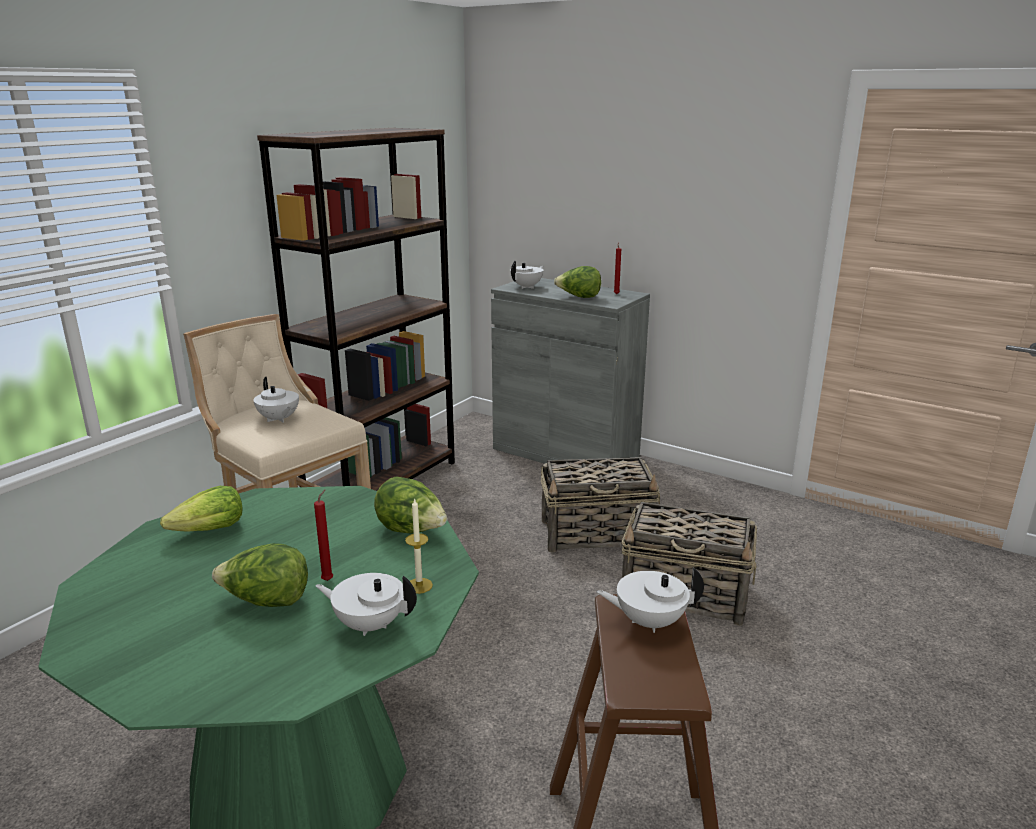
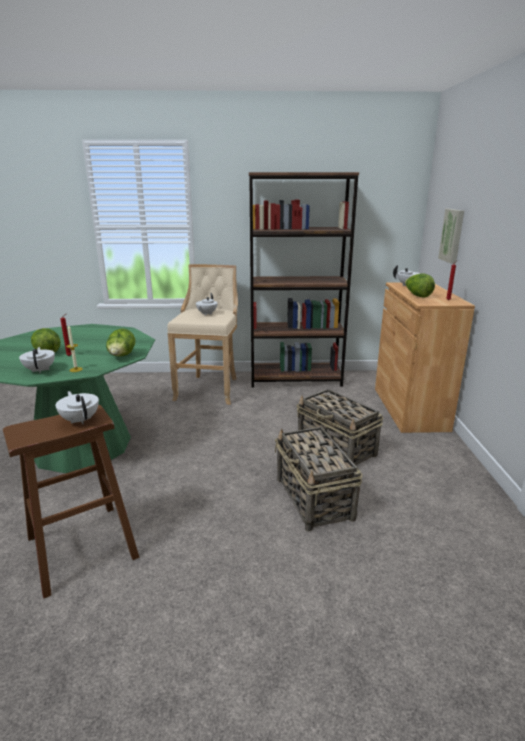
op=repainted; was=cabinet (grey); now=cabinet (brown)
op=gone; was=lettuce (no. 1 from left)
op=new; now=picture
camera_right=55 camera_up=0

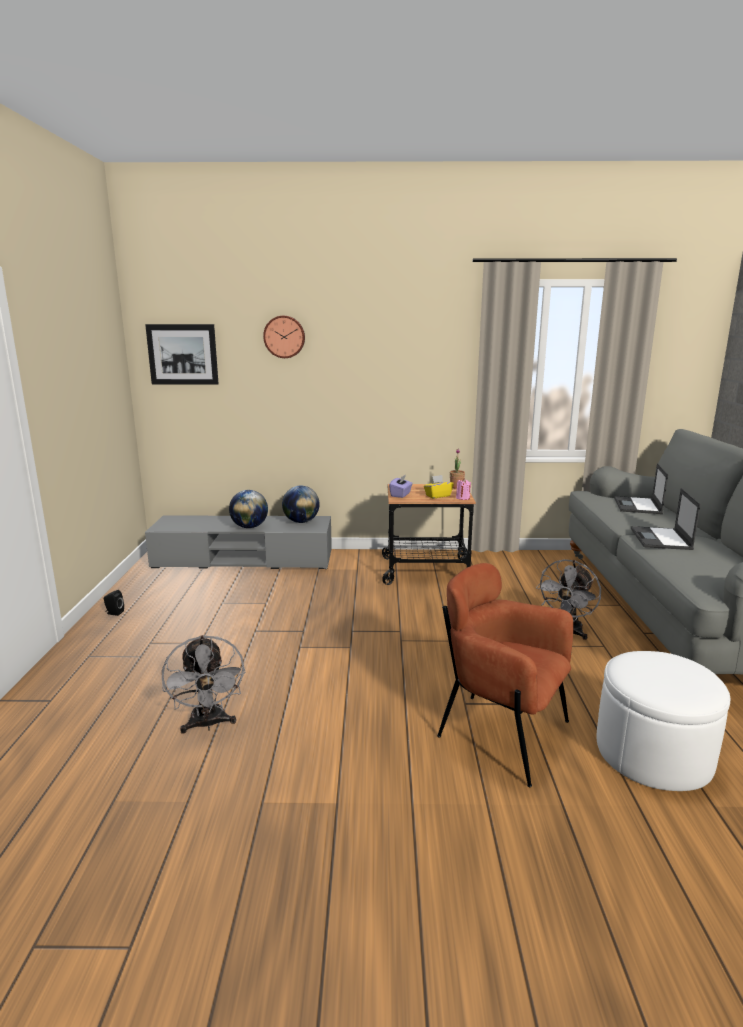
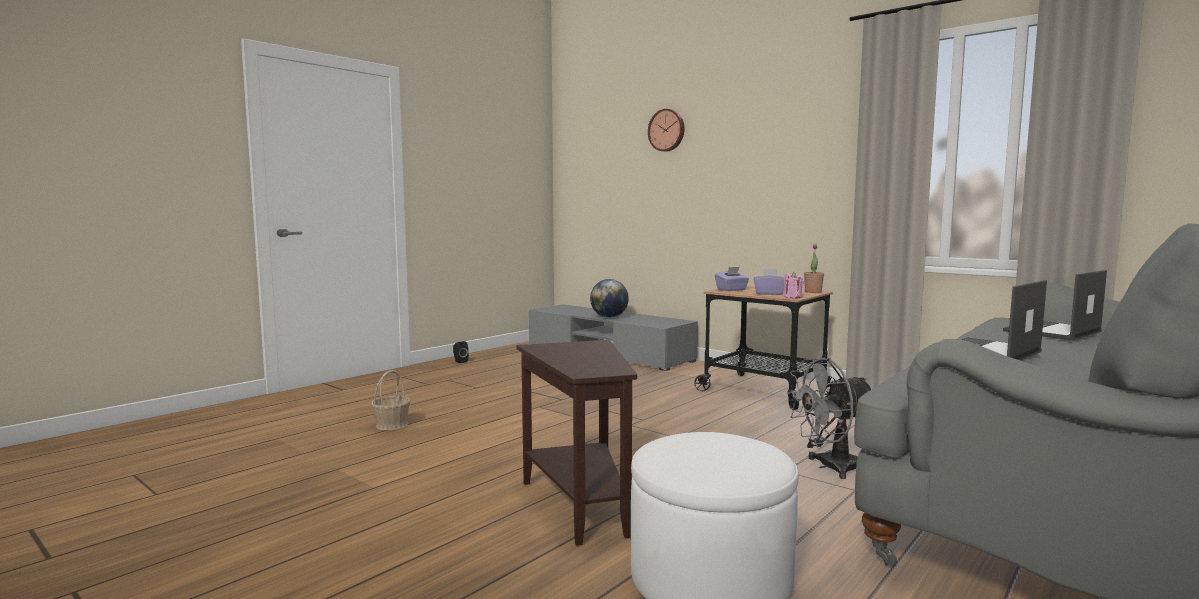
op=gone; was=picture
op=repainted; was=tissue box (yellow); now=tissue box (purple) (no. 2 from left)
op=gone; was=globe (no. 2 from left)
op=swapped; was=armchair (brown); now=side table (brown)
op=swapped; was=fan (grey) (no. 1 from left); now=basket
camera_right=40 camera_up=-10

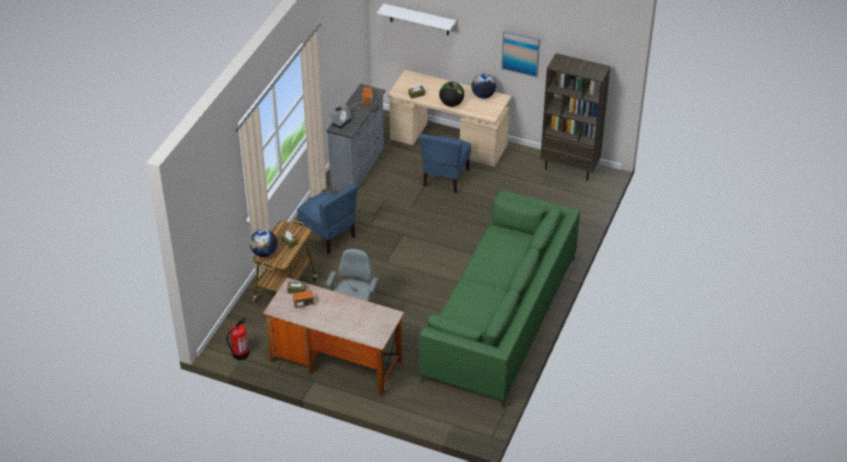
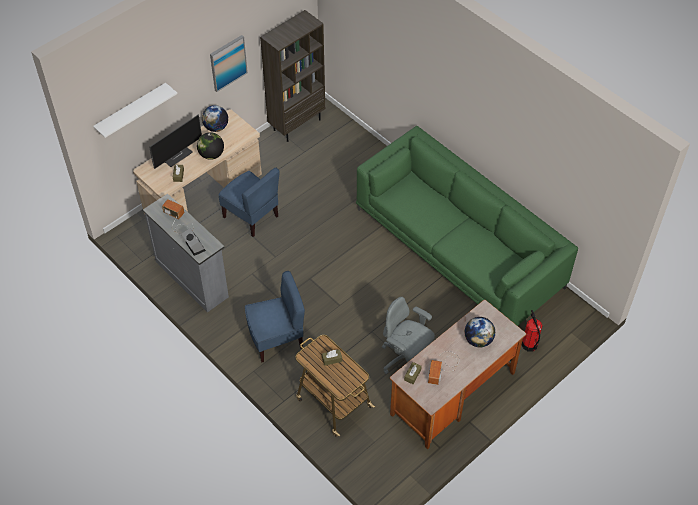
op=shifted; was=globe (no. 1 from left in the first image); now=globe (no. 3 from left)
op=shifted; was=fire extinguisher
op=new; now=monitor
camera_right=-65 camera_up=10

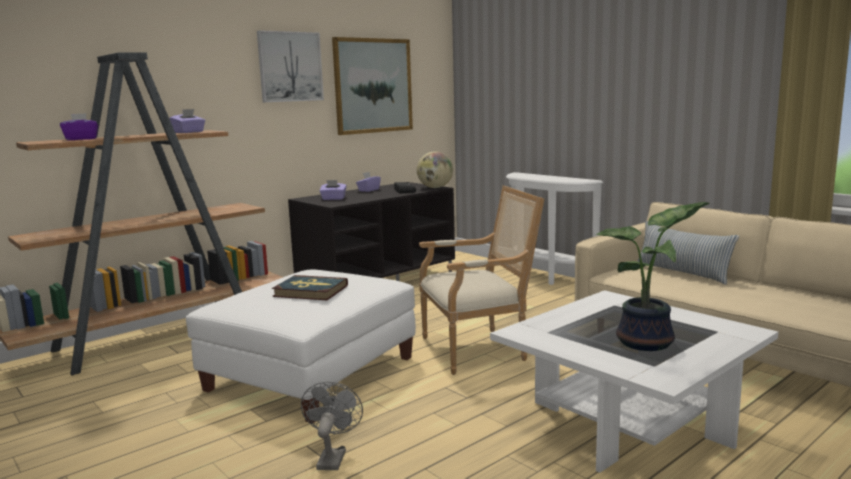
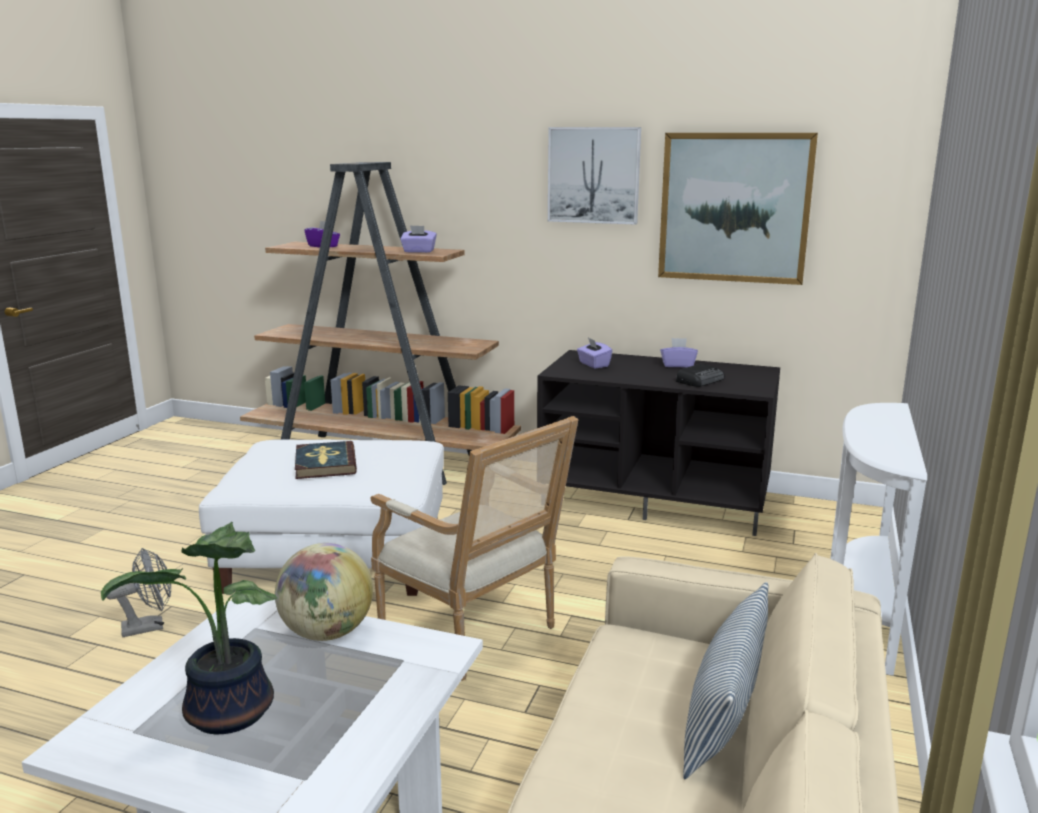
op=shifted; was=globe
camera_right=60 camera_up=5

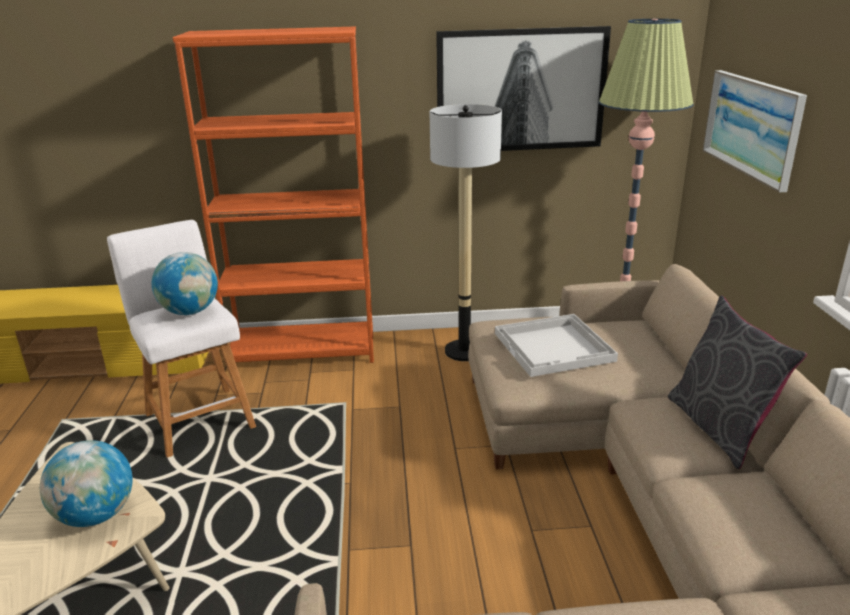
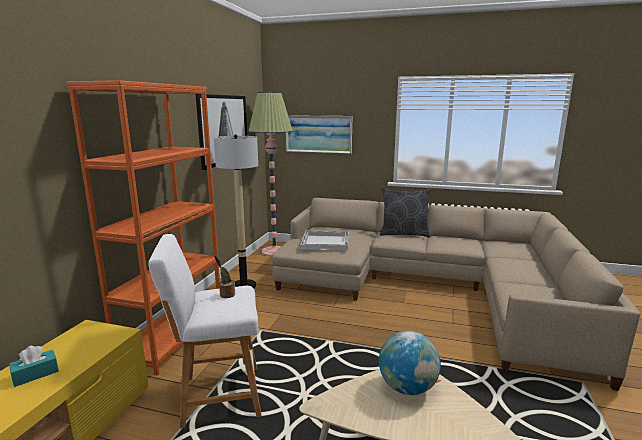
op=swapped; was=globe (no. 2 from left); now=potted plant
op=new; now=tissue box (turquoise)
camera_right=-70 camera_up=-10

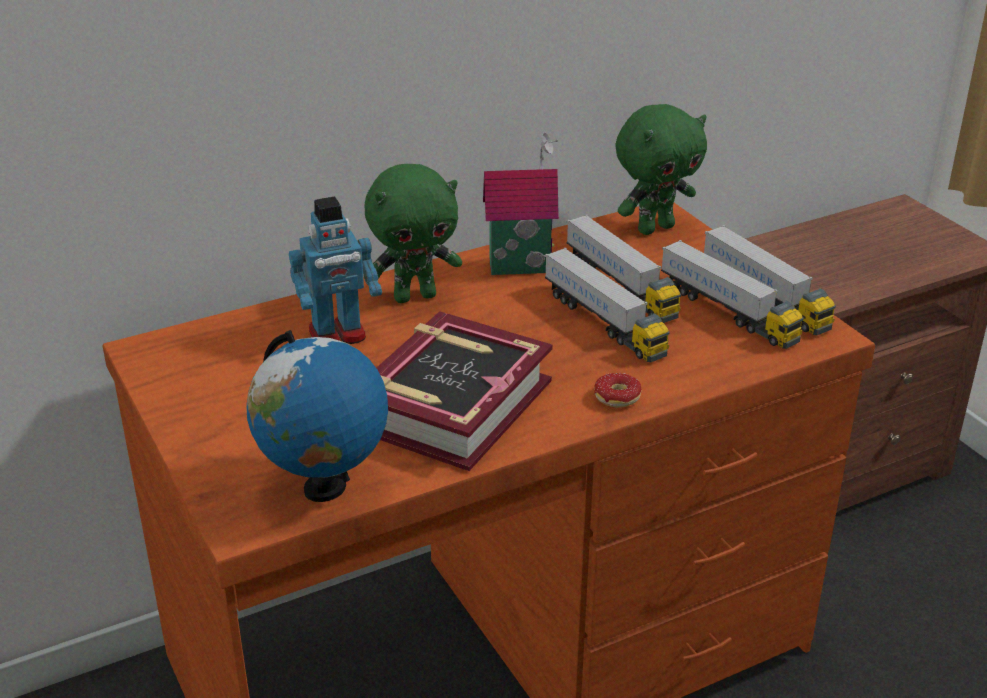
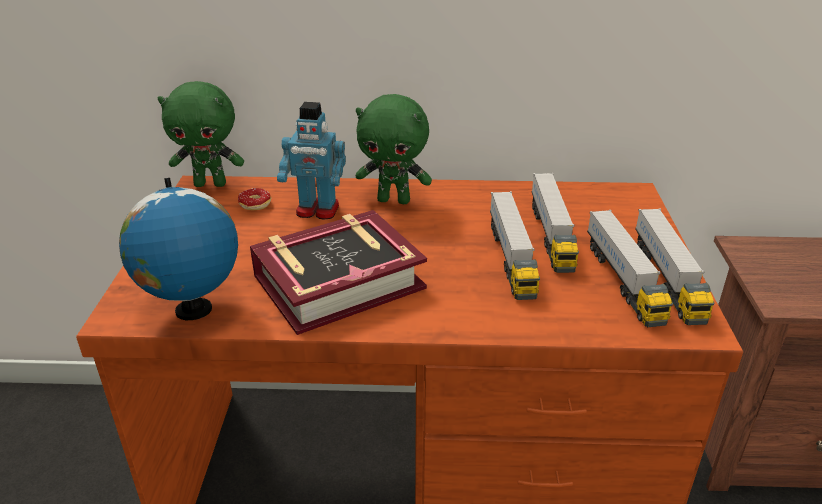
op=shifted; was=plush toy (green) (no. 2 from left in the first image); now=plush toy (green) (no. 1 from left)
op=gone; was=toy house
op=shifted; was=donut
camera_right=30 camera_up=0

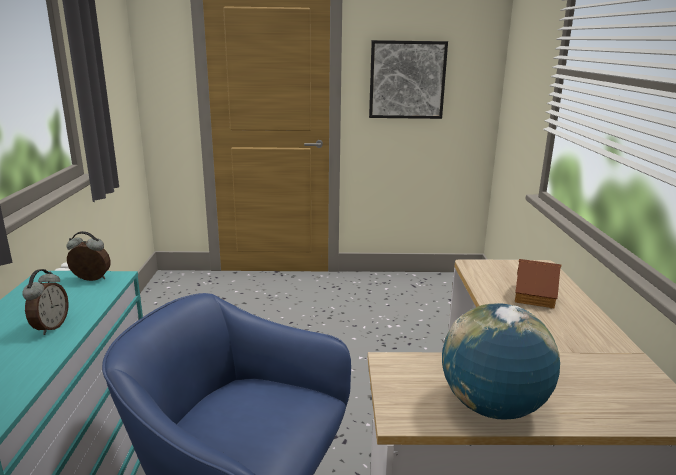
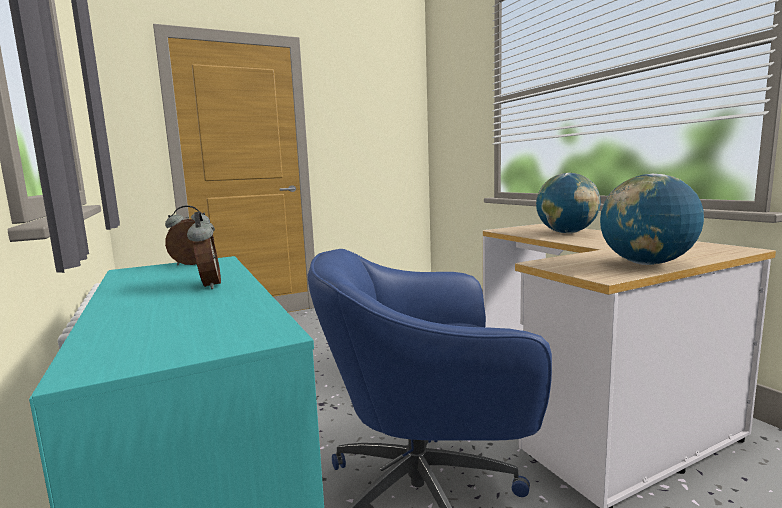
op=gone; was=picture
op=swapped; was=toy house; now=globe (no. 1 from left)
camera_right=-25 camera_up=-10

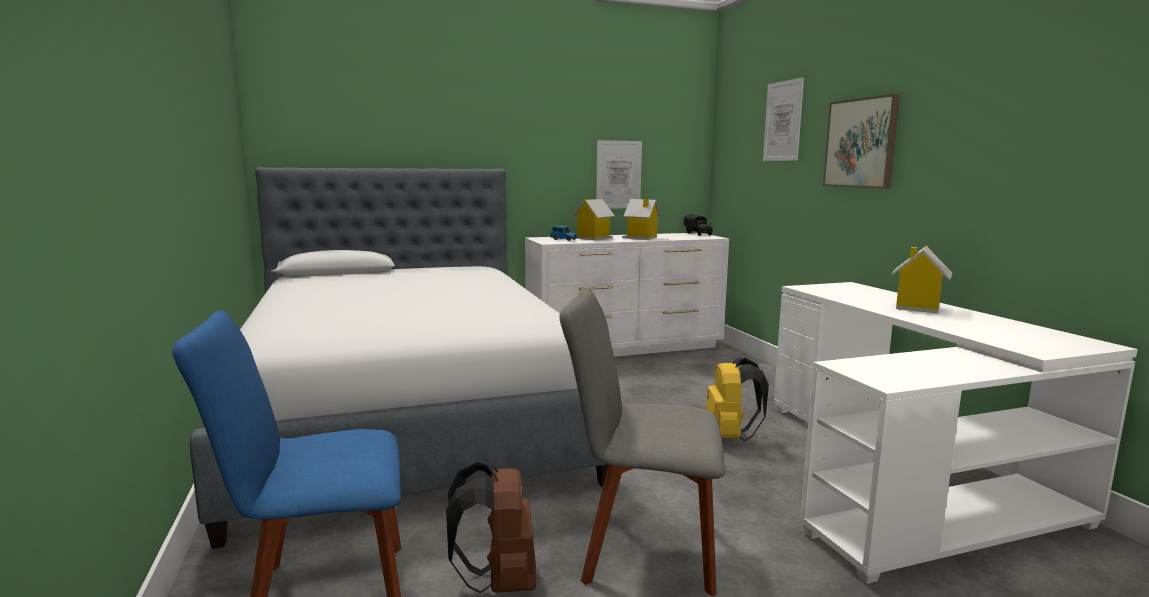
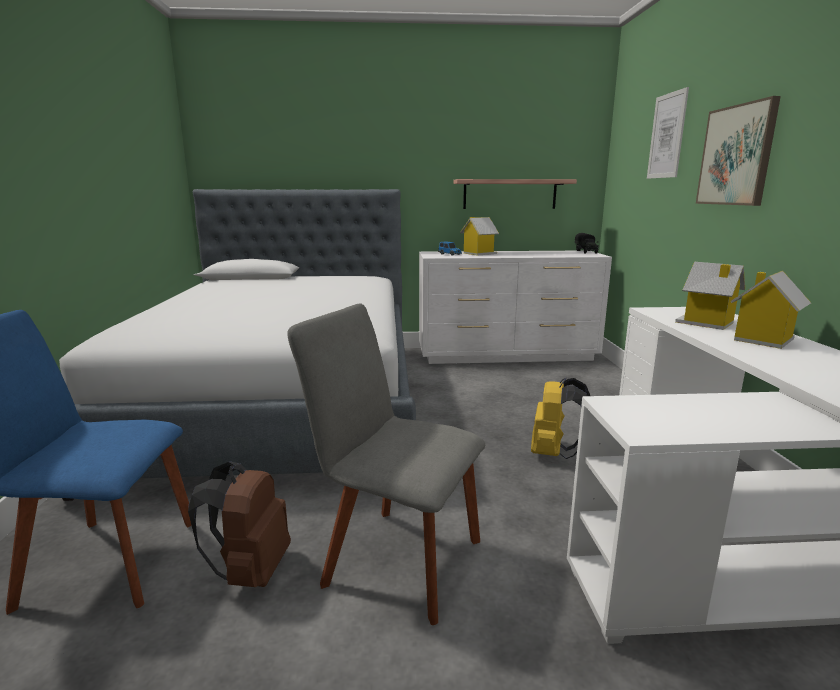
op=swapped; was=picture (no. 1 from left); now=shelf
op=shifted; was=toy house (no. 2 from left)
camera_right=15 camera_up=5

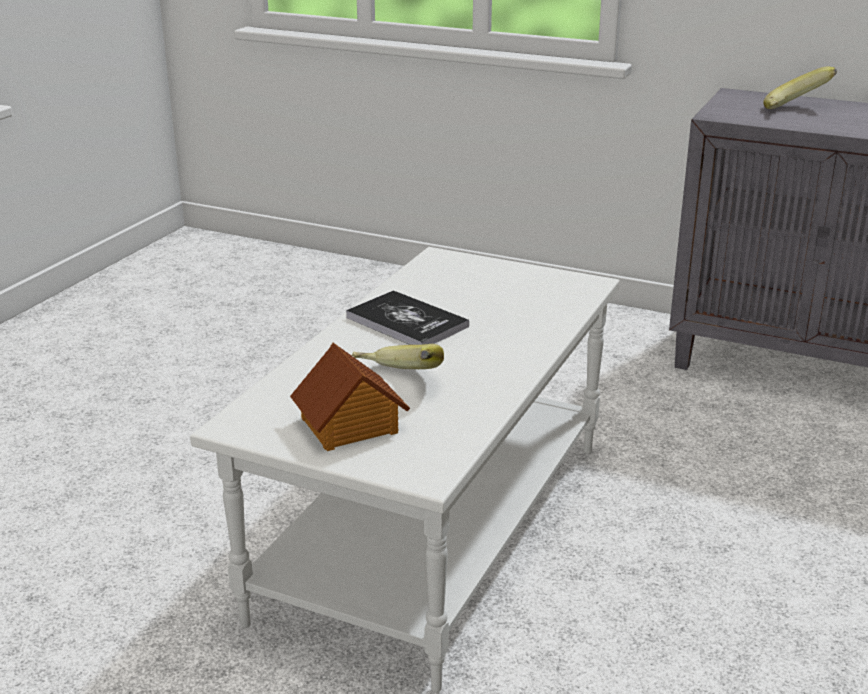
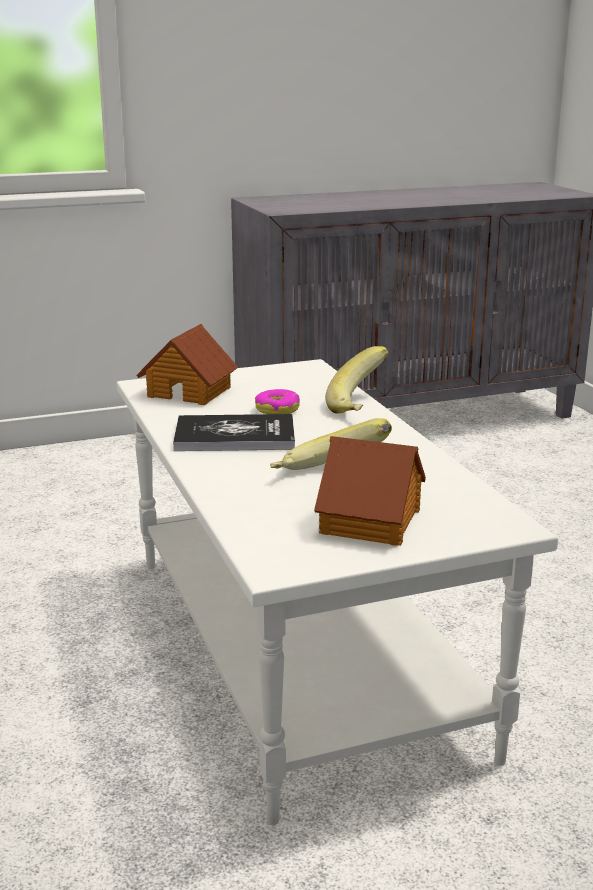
op=shifted; was=banana (no. 2 from left)
op=new; now=toy house (no. 1 from left)
op=new; now=donut
camera_right=-45 camera_up=-5

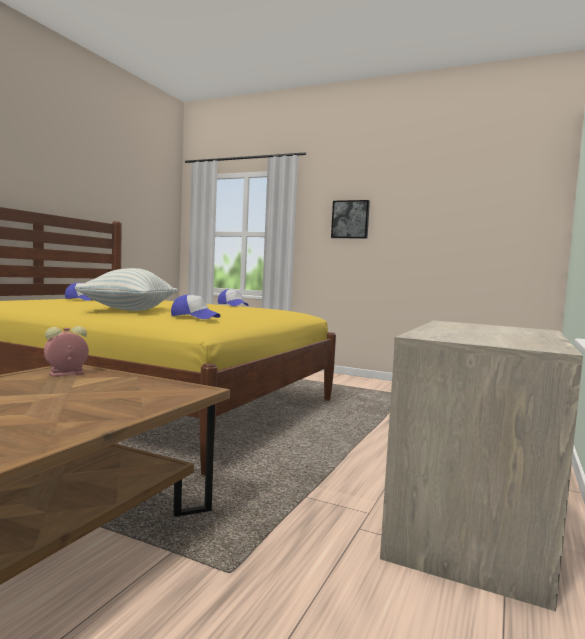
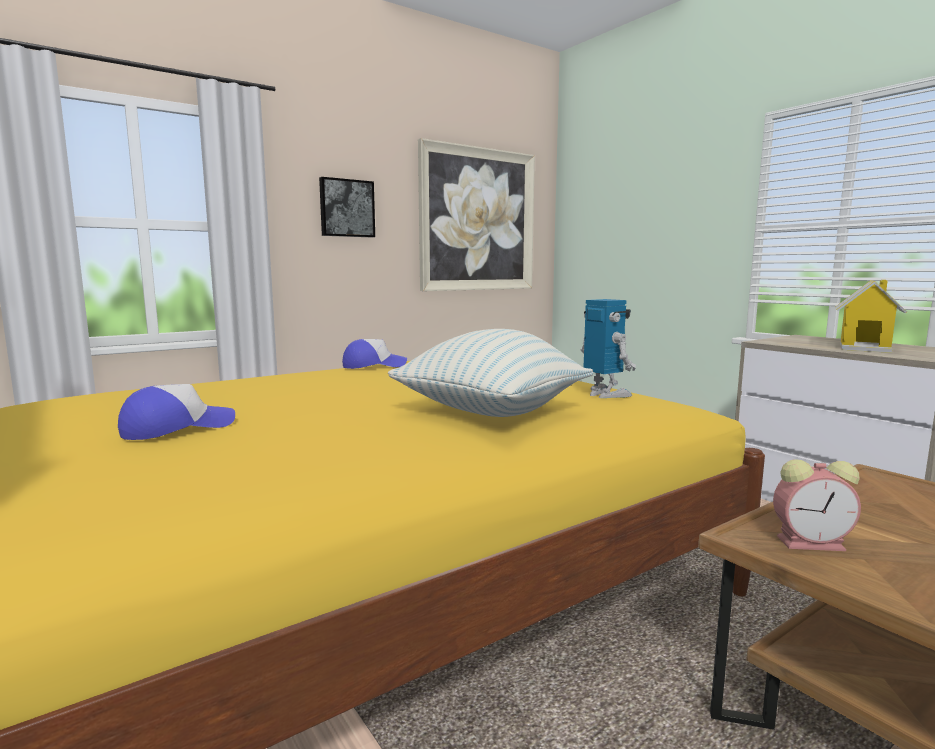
op=swapped; was=cap (no. 2 from left); now=toy robot
op=rotated; was=alarm clock; clockwise=-75
op=new; now=picture (no. 2 from left)
op=new; now=toy house
camera_right=-60 camera_up=5

